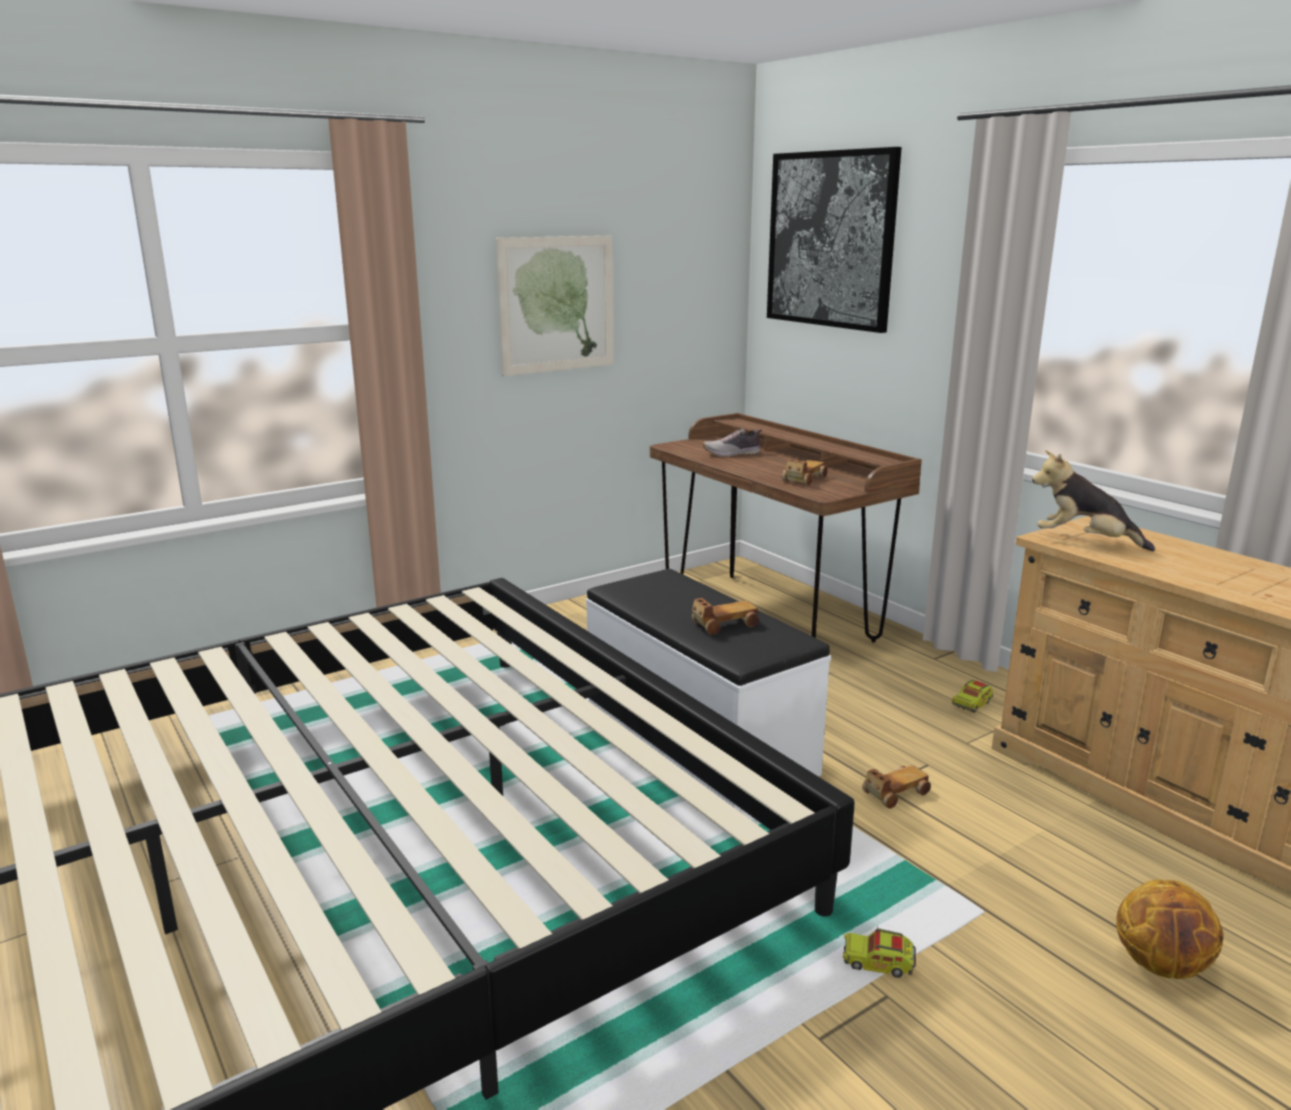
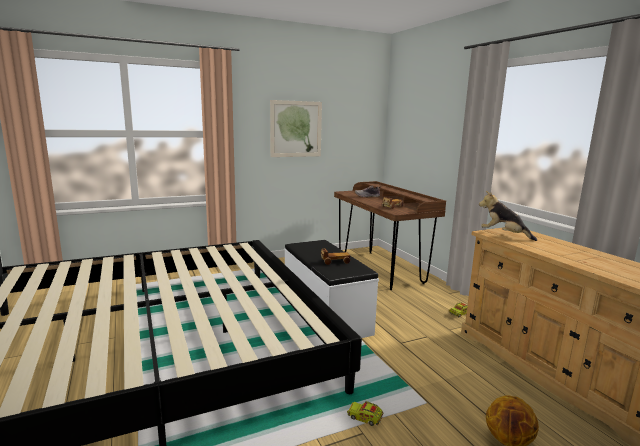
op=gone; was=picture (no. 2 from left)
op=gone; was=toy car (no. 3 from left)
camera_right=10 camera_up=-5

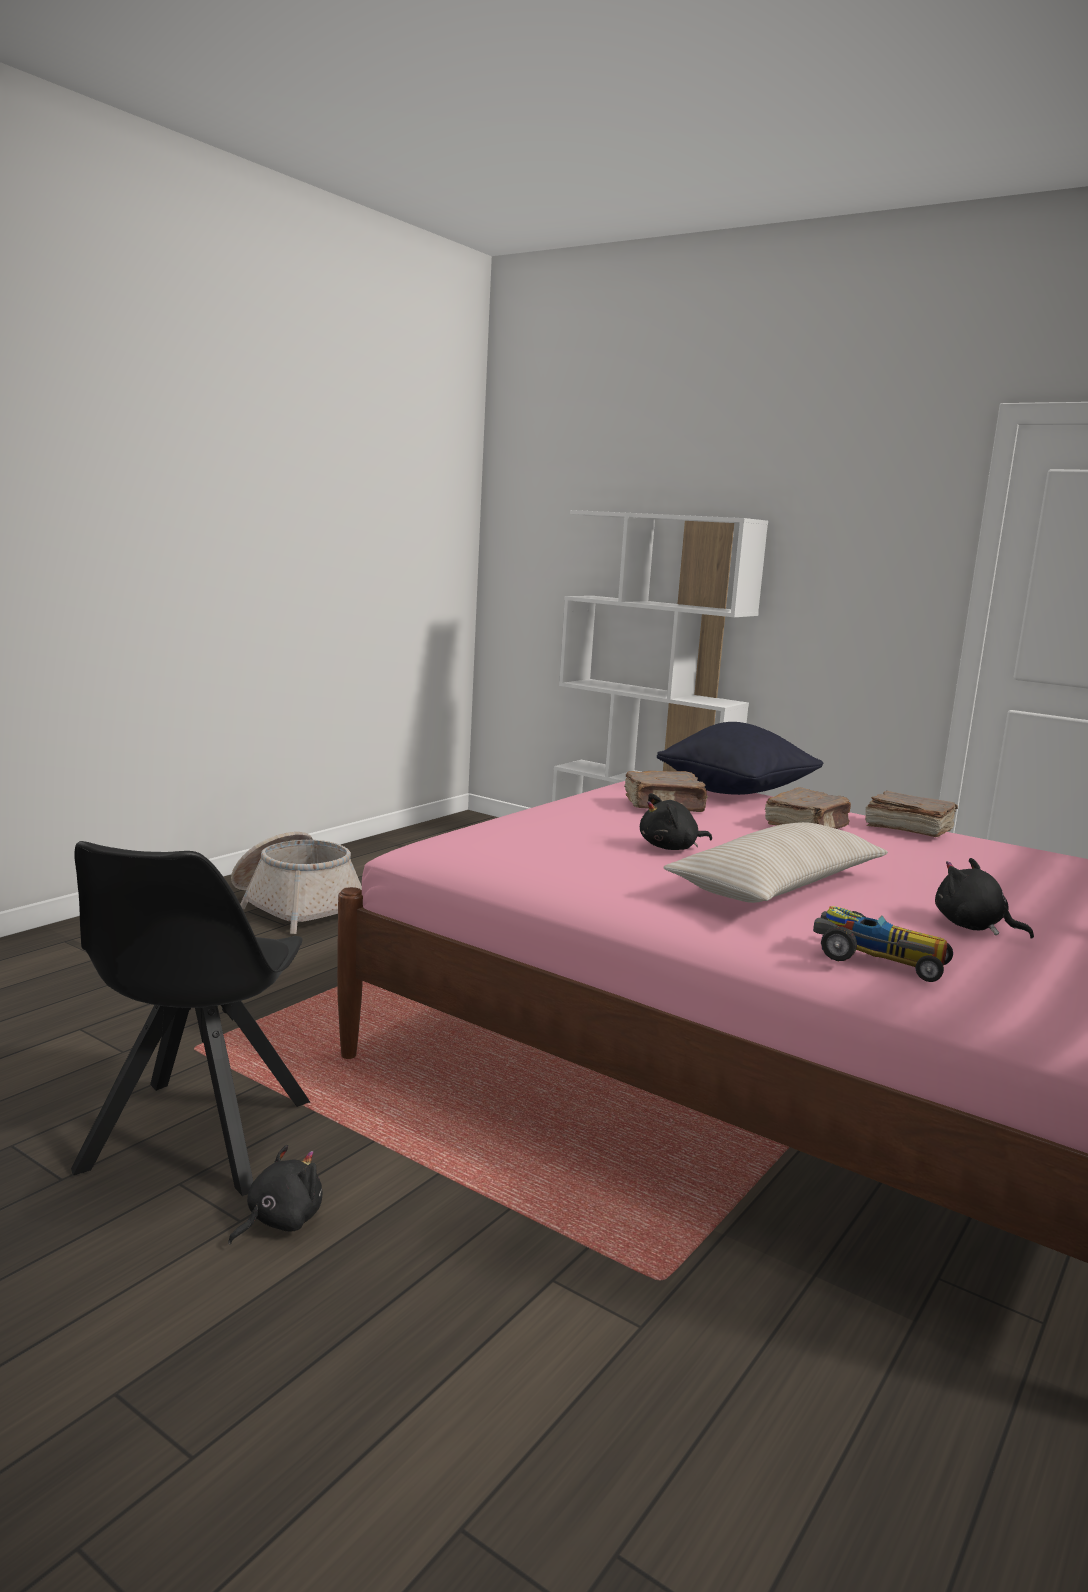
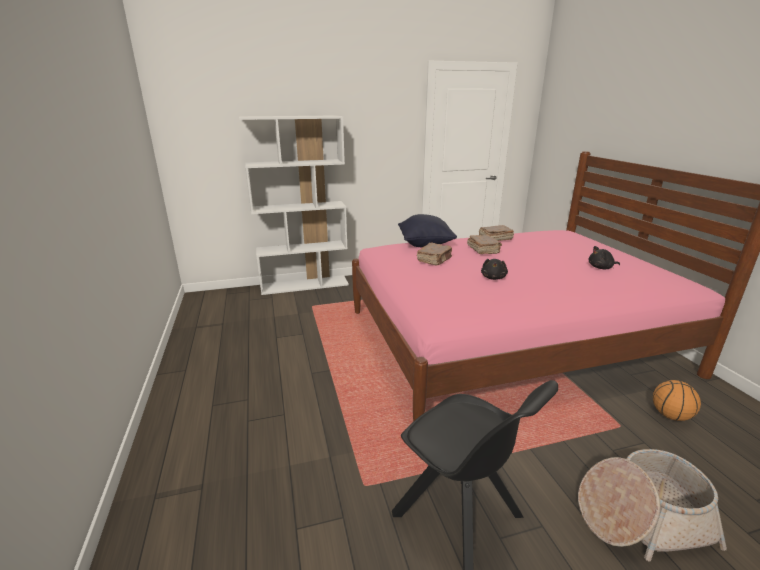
op=gone; was=pillow (beige)
op=shifted; was=basket
op=gone; was=toy car
op=gone; was=plush toy (black) (no. 1 from left)
op=new; now=basketball
camera_right=-50 camera_up=10

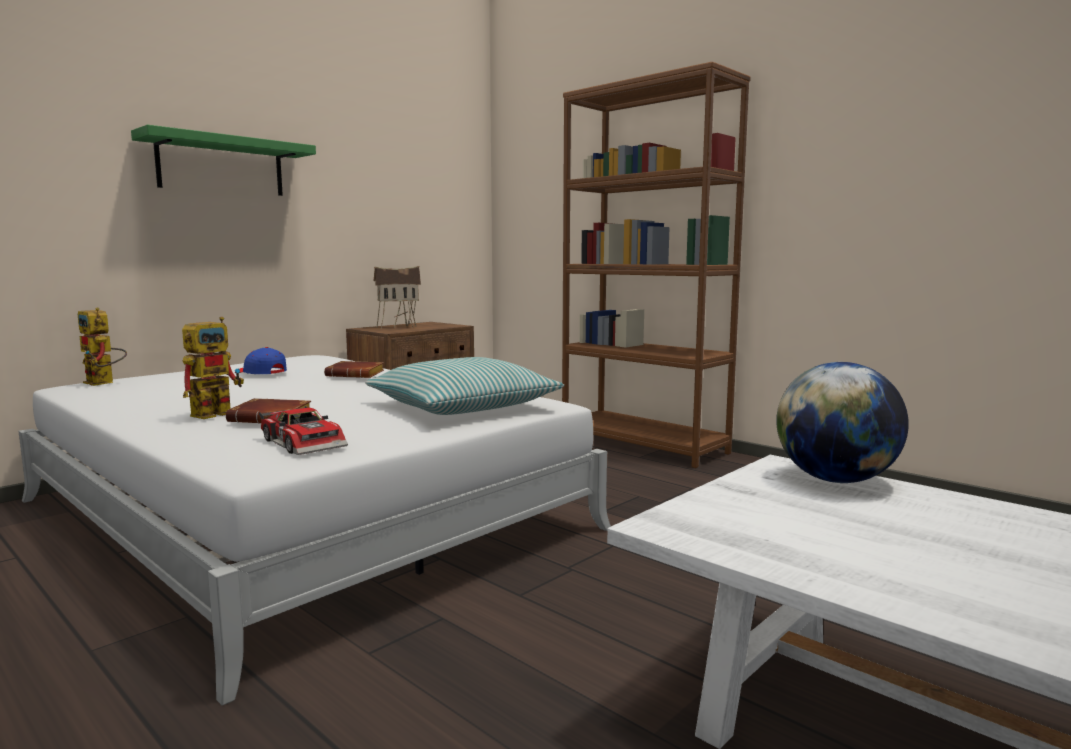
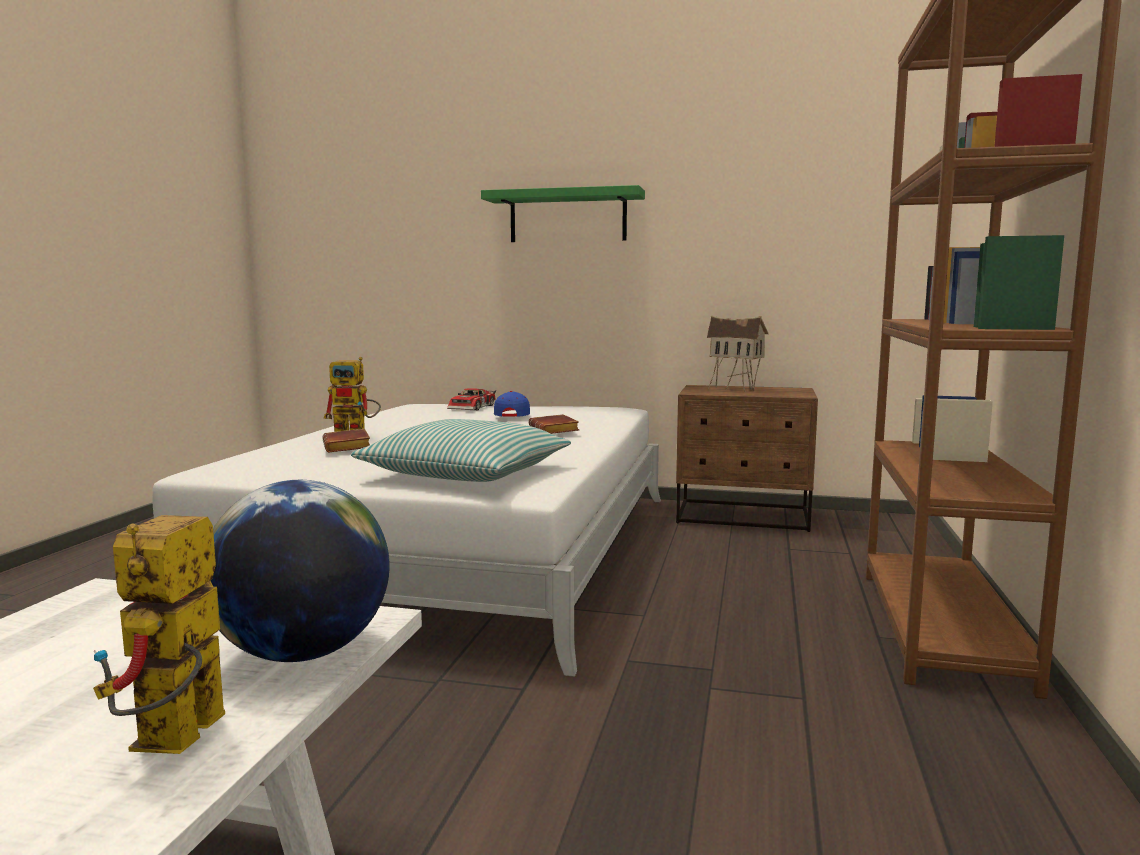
op=shifted; was=toy robot (no. 1 from left)
op=shifted; was=toy car
camera_right=60 camera_up=0

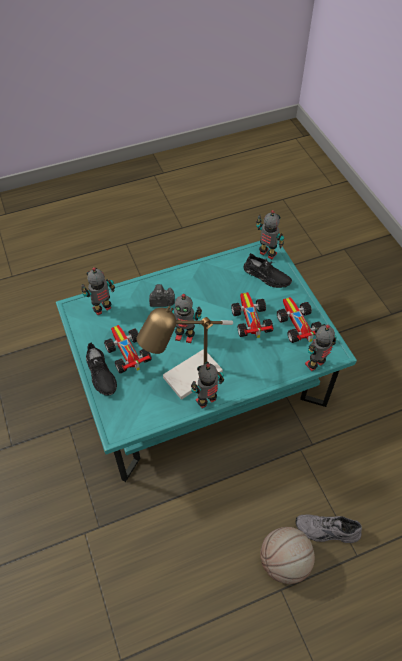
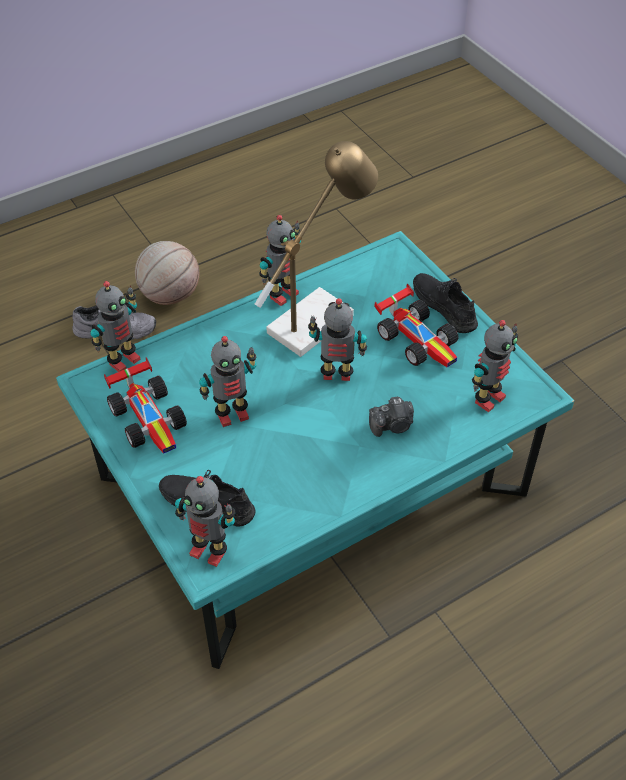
op=swapped; was=toy car (no. 2 from left); now=toy robot (no. 3 from left)
camera_right=170 camera_up=-5

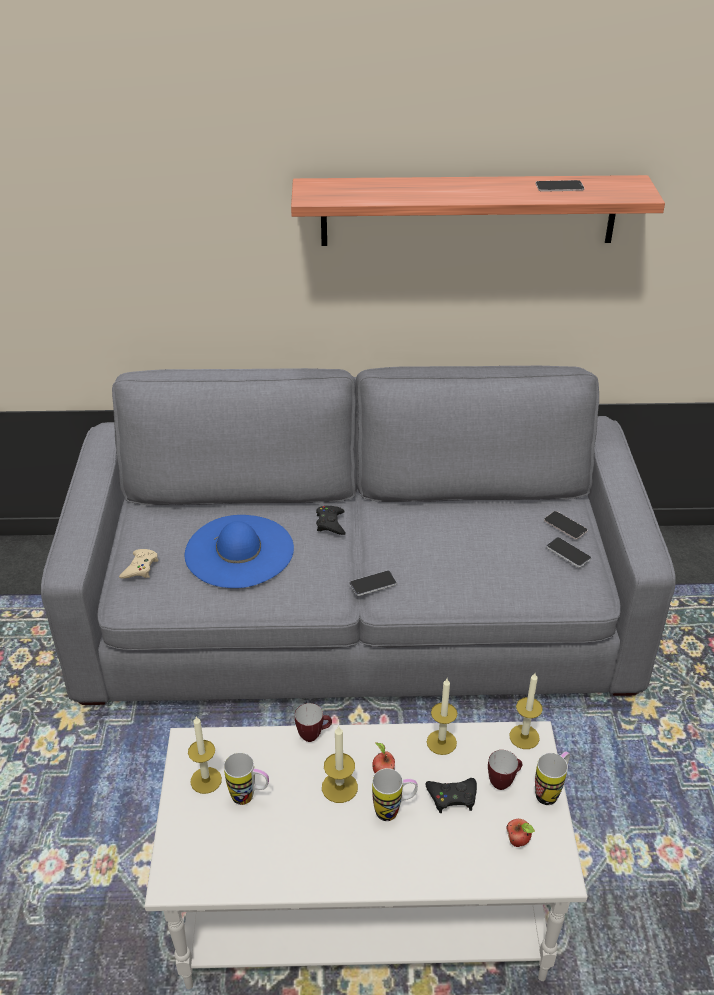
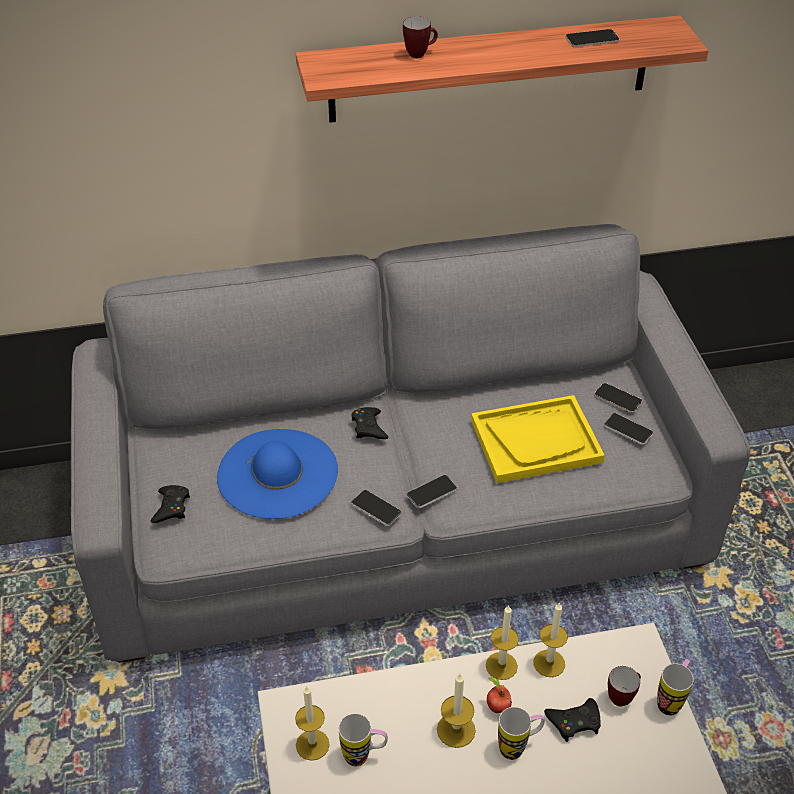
op=repainted; was=game controller (beige); now=game controller (black) (no. 1 from left)
op=shifted; was=candle (no. 4 from left in the first image); now=candle (no. 3 from left)
op=shifted; was=mug (no. 2 from left)
op=gone; was=apple (no. 2 from left)
op=new; now=tray (yellow)
op=new; now=phone (no. 1 from left)
camera_right=-10 camera_up=5

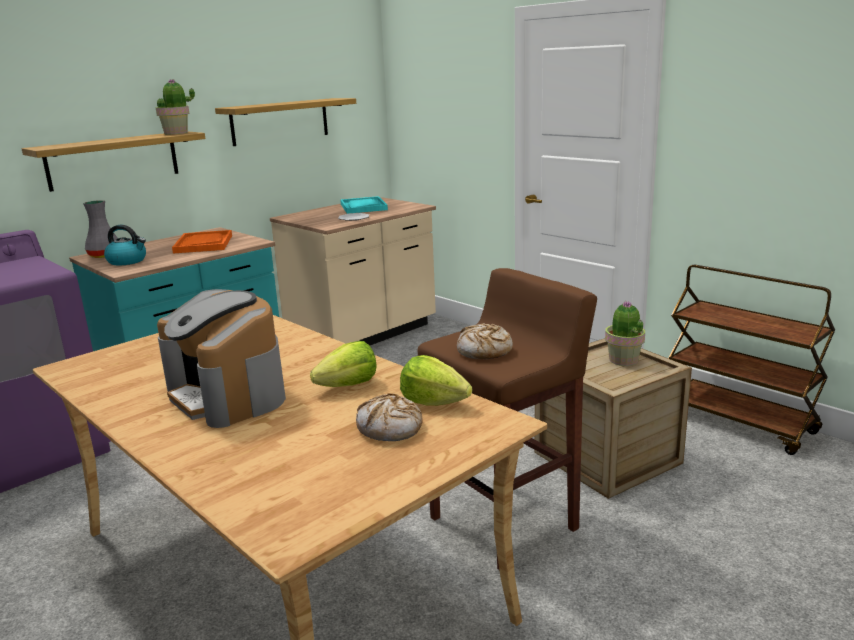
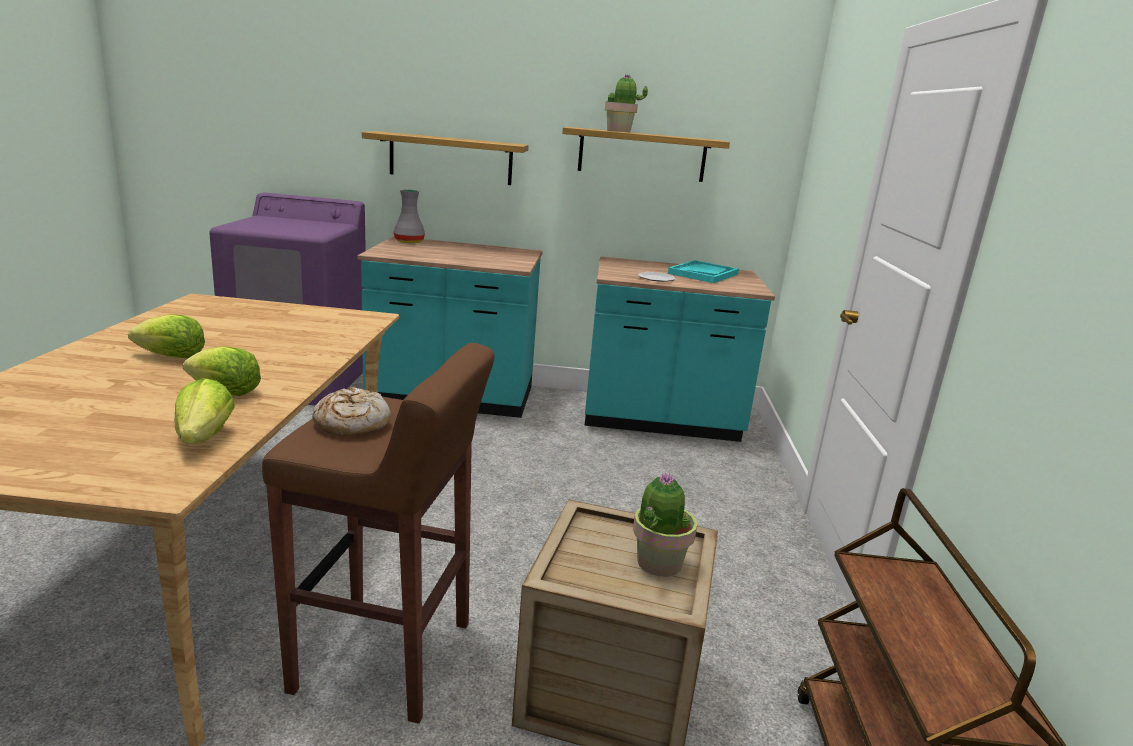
op=shifted; was=potted plant (no. 1 from left)
op=repainted; was=counter (beige); now=counter (turquoise) (no. 2 from left)
op=gone; was=kettle
op=gone; was=tray (orange)
op=swapped; was=coffee machine; now=lettuce (no. 1 from left)
op=gone; was=bread (no. 1 from left)
camera_right=45 camera_up=0

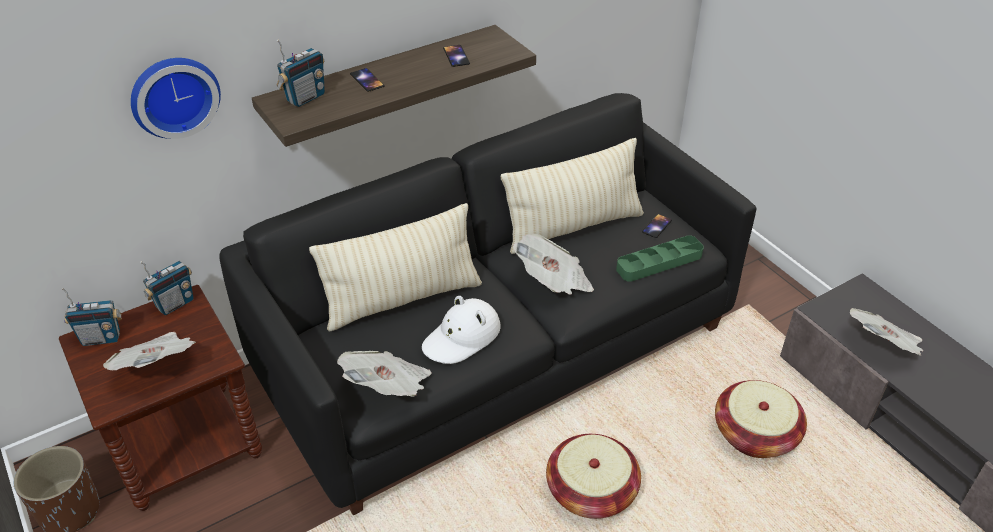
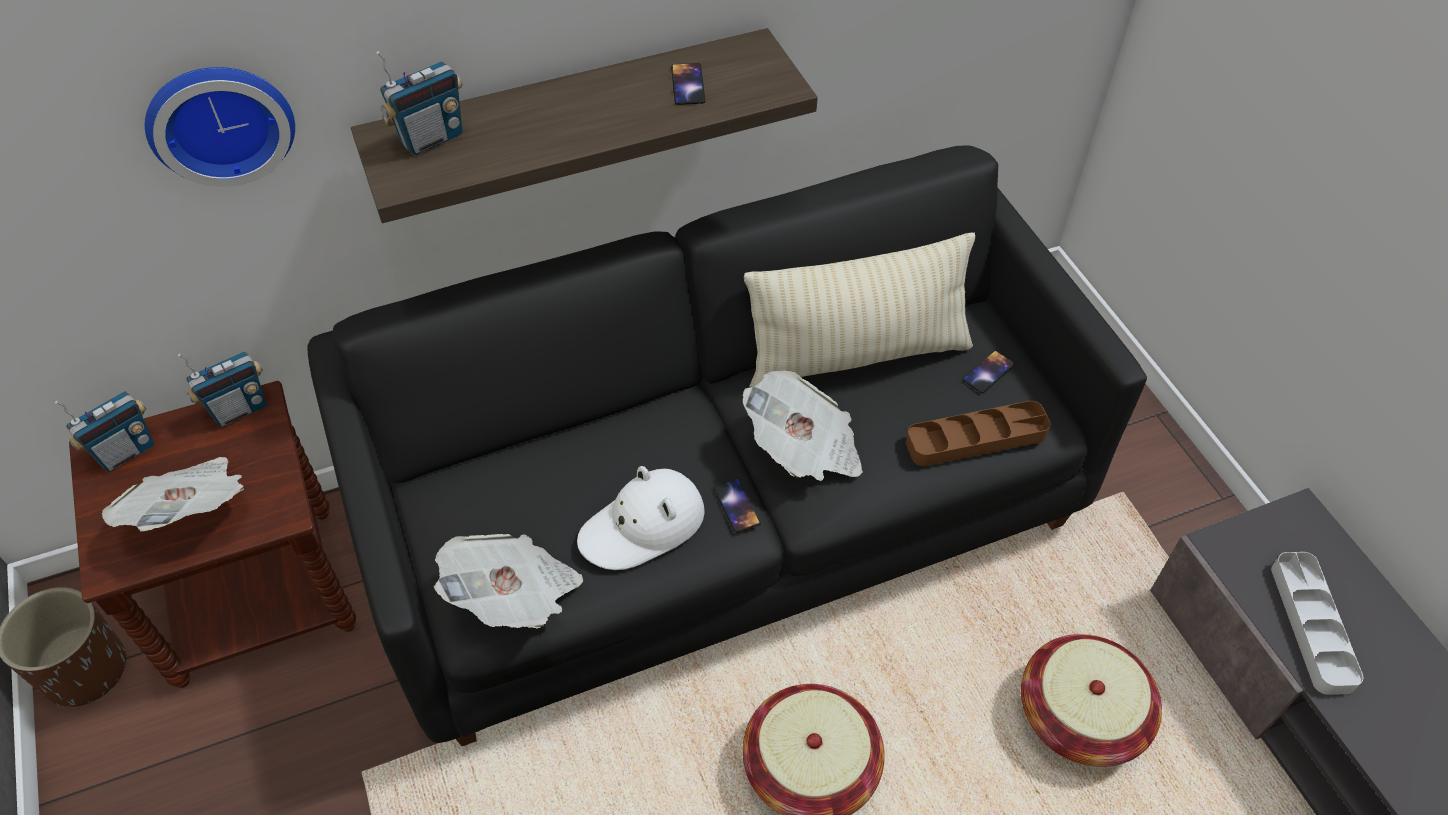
op=shifted; was=phone (no. 1 from left in the first image); now=phone (no. 2 from left)
op=gone; was=pillow (beige) (no. 1 from left)
op=repainted; was=tray (green); now=tray (brown)
op=rotated; was=radio (no. 1 from left); clockwise=-45
op=swapped; was=newspaper (no. 4 from left); now=tray (grey)
camera_right=10 camera_up=10

